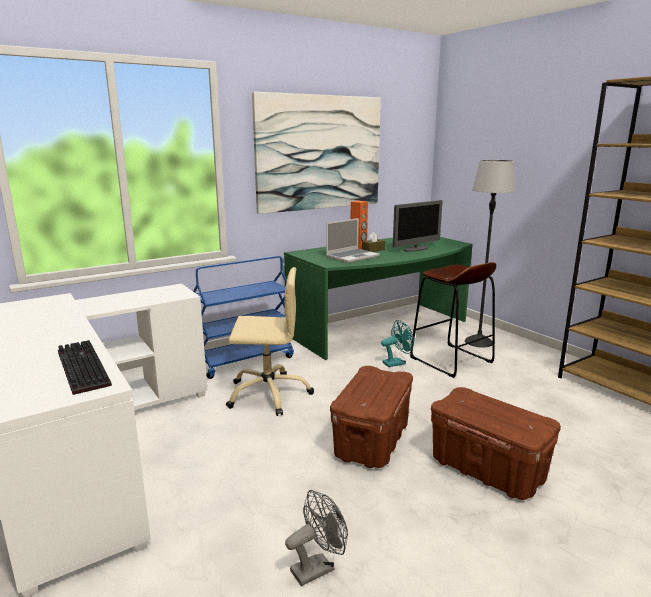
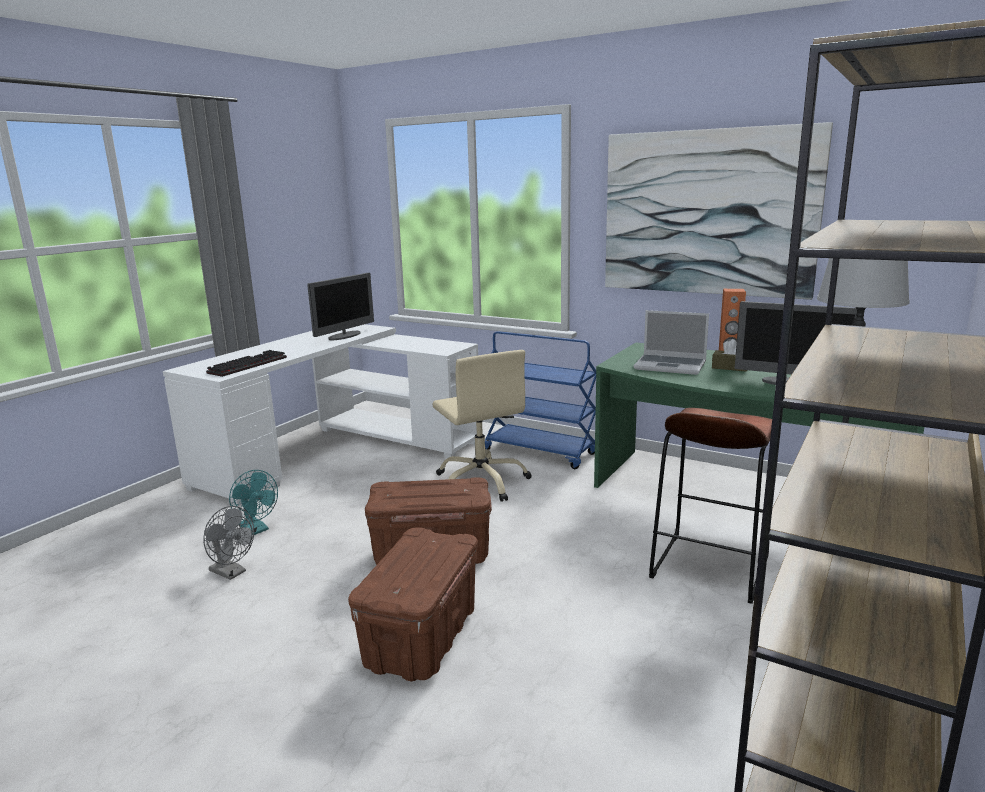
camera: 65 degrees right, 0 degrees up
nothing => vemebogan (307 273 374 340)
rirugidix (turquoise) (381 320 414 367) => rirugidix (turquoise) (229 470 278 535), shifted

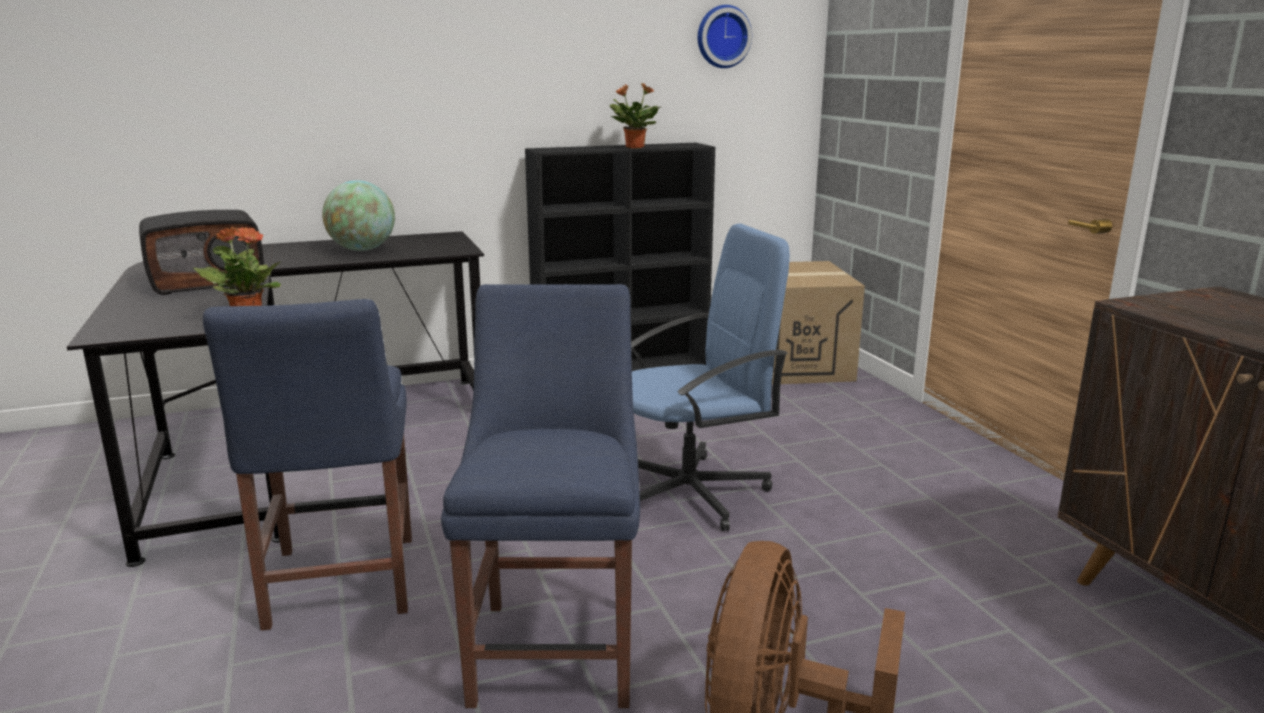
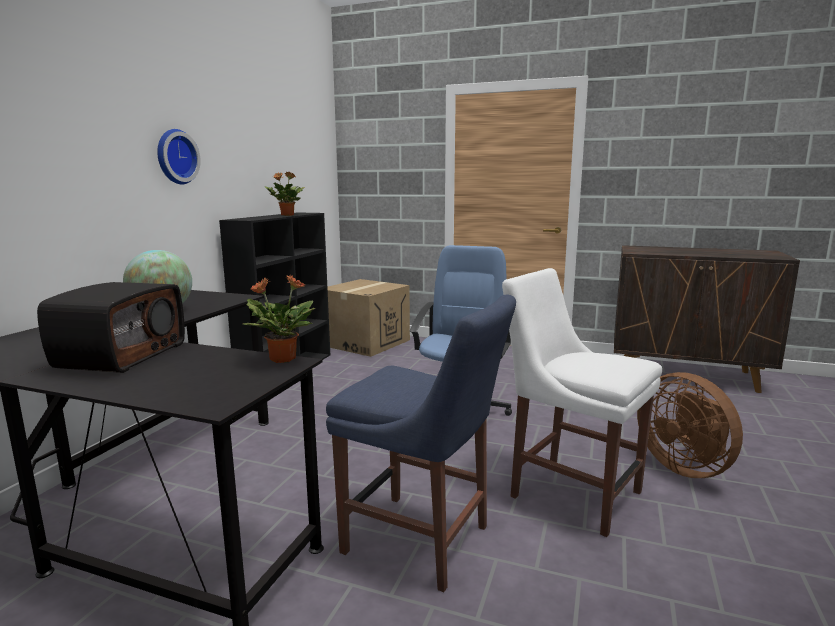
camera: 50 degrees left, 5 degrees down
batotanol (698 5 752 68) => batotanol (157 129 201 184), shifted
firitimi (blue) (441 284 640 708) => firitimi (white) (502 268 662 537)

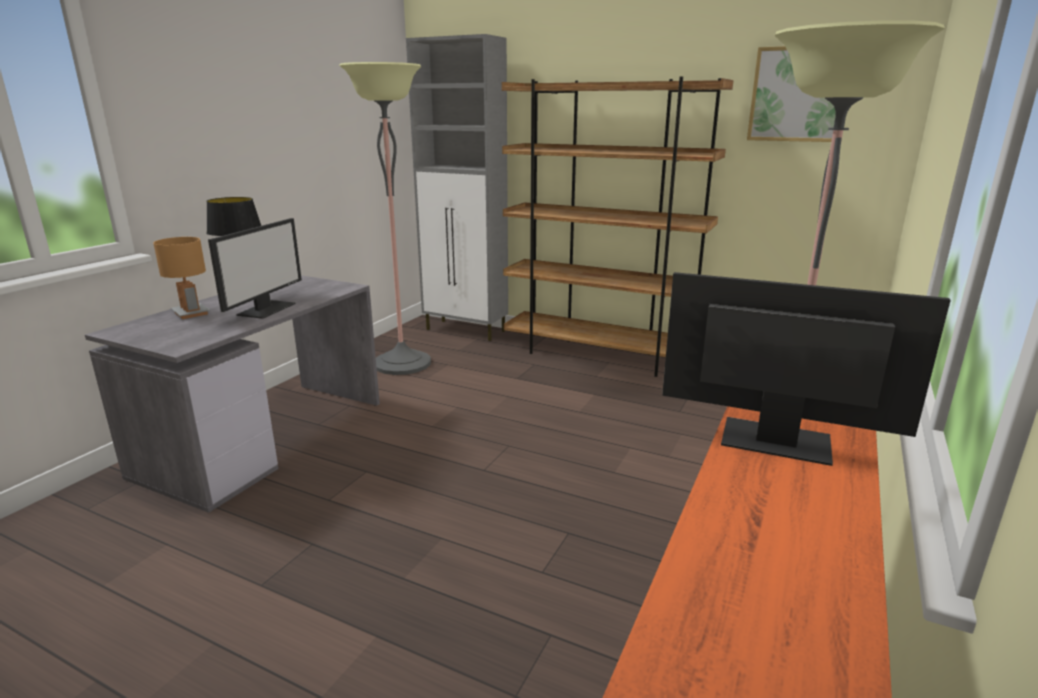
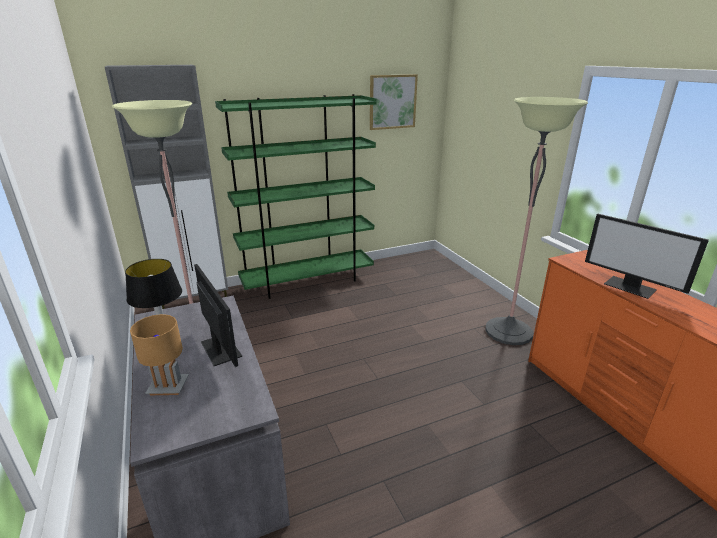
camera: 50 degrees left, 5 degrees up
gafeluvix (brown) (502 77 733 377) => gafeluvix (green) (215 94 377 299)
vemebogan (662 272 951 466) => vemebogan (585 214 709 299), 105 degrees counterclockwise

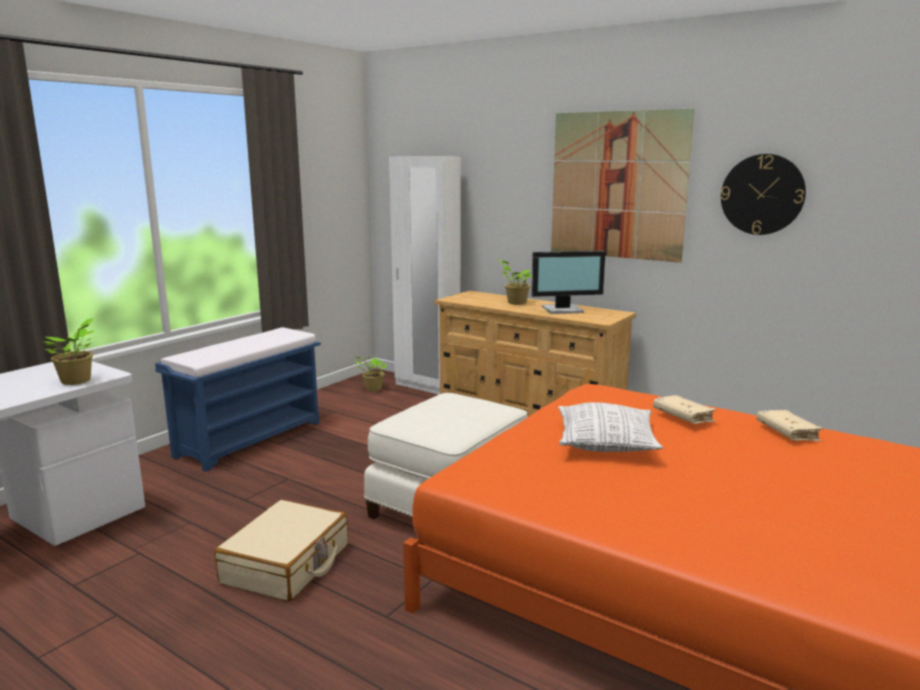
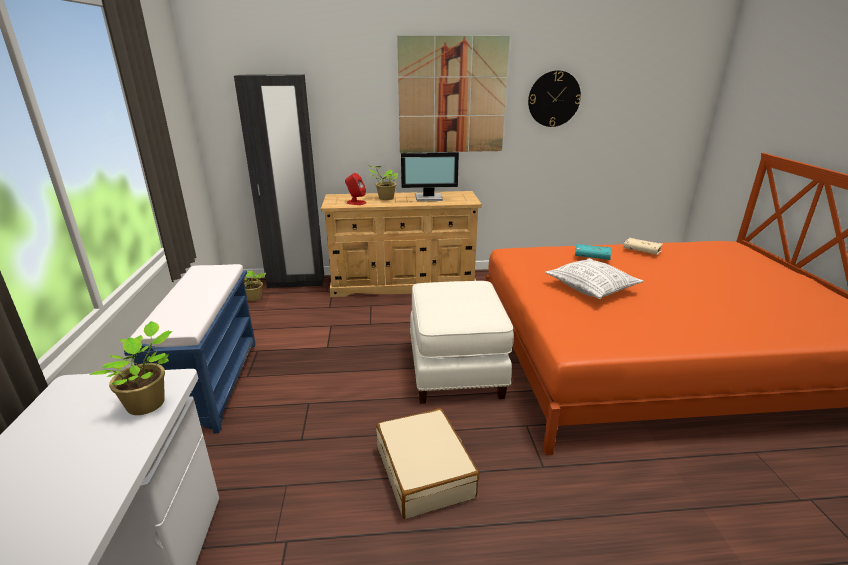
camera: 40 degrees left, 10 degrees up
nothing => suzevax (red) (345 173 366 205)
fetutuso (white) (389 156 461 394) => fetutuso (black) (234 74 325 288)
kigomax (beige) (653 395 716 424) => kigomax (turquoise) (575 244 612 260)
vemebogan (532 250 606 314) => vemebogan (401 152 459 202), 45 degrees clockwise

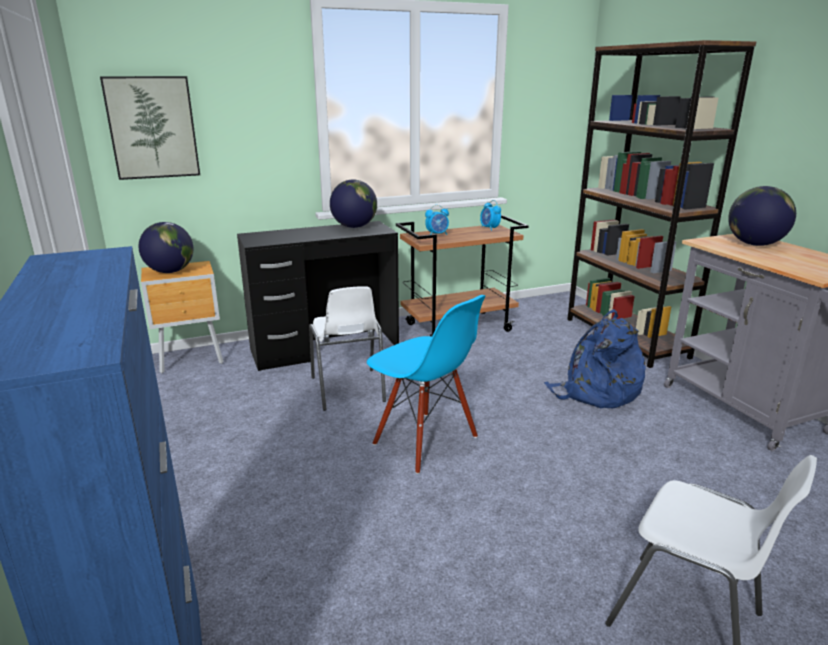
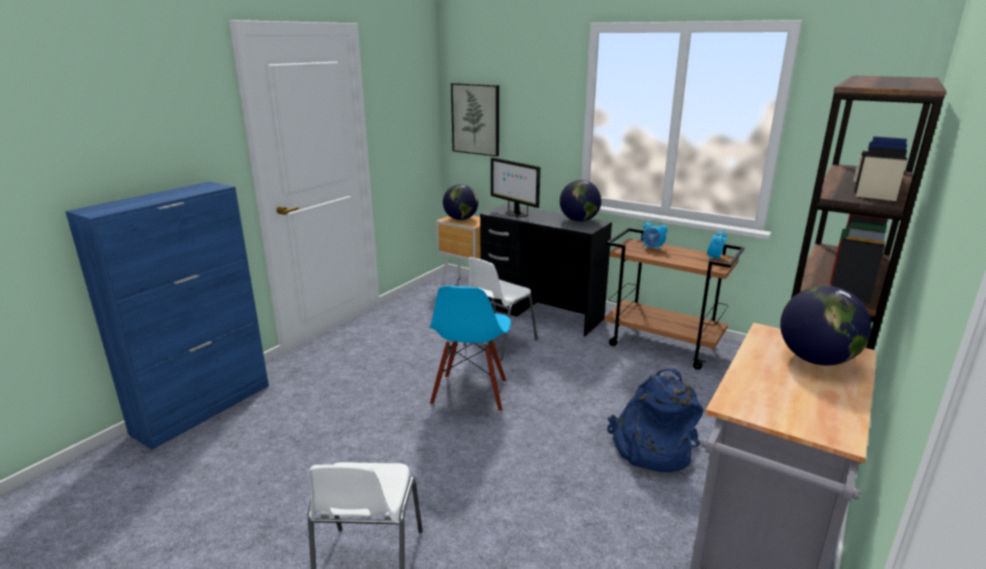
camera: 55 degrees right, 0 degrees up
nothing => vemebogan (491 157 540 217)

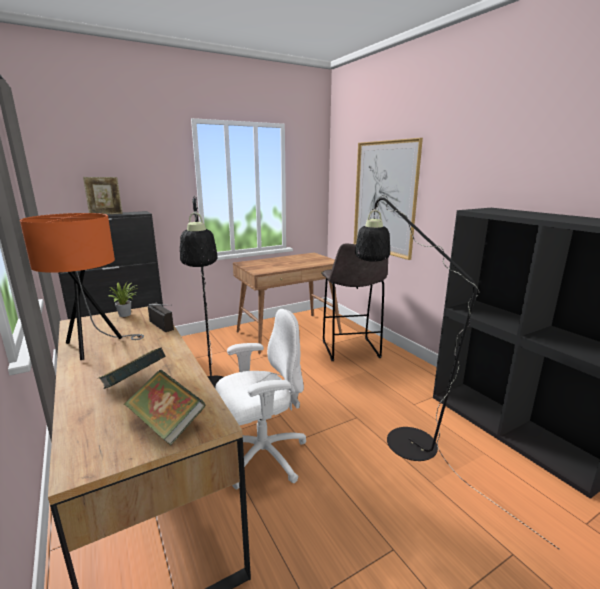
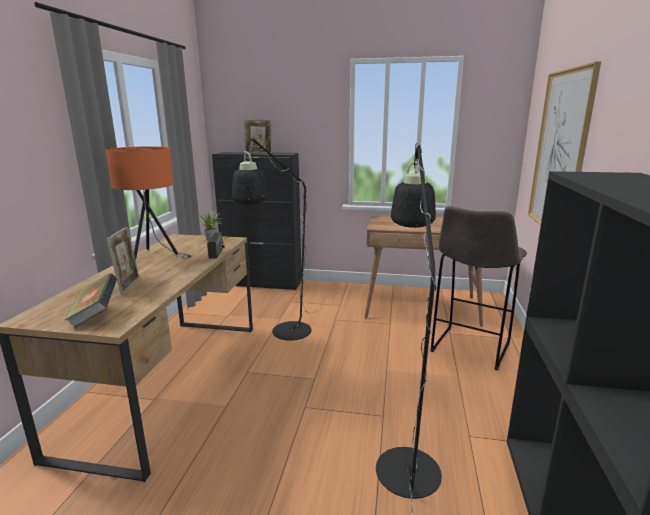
camera: 40 degrees right, 0 degrees up
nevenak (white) (215 309 306 489) => nothing
kigomax (99 348 166 389) => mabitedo (106 227 140 295)

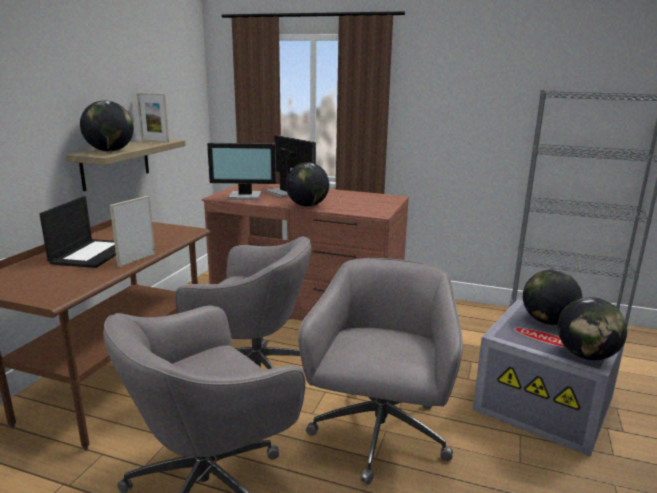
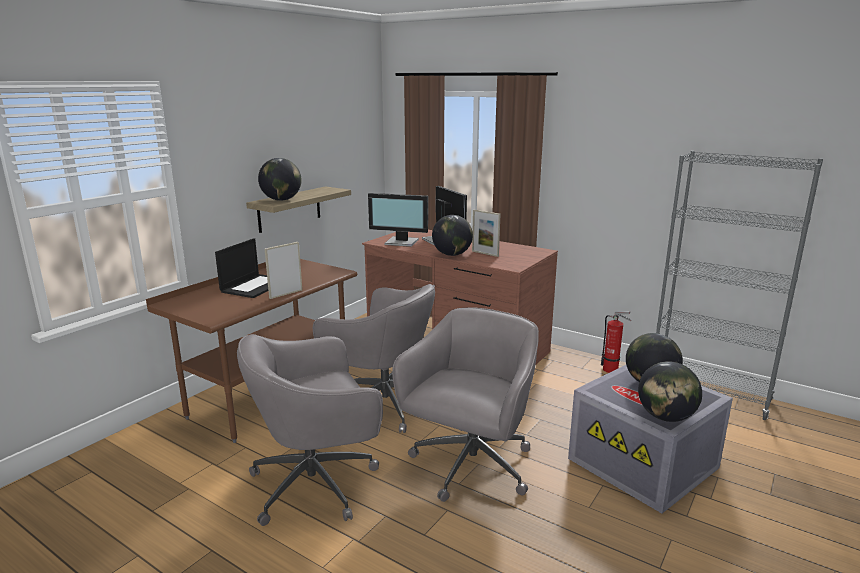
camera: 15 degrees right, 0 degrees up
nothing => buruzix (601 311 631 373)
mabitedo (137 93 169 143) => mabitedo (472 210 500 257), shifted

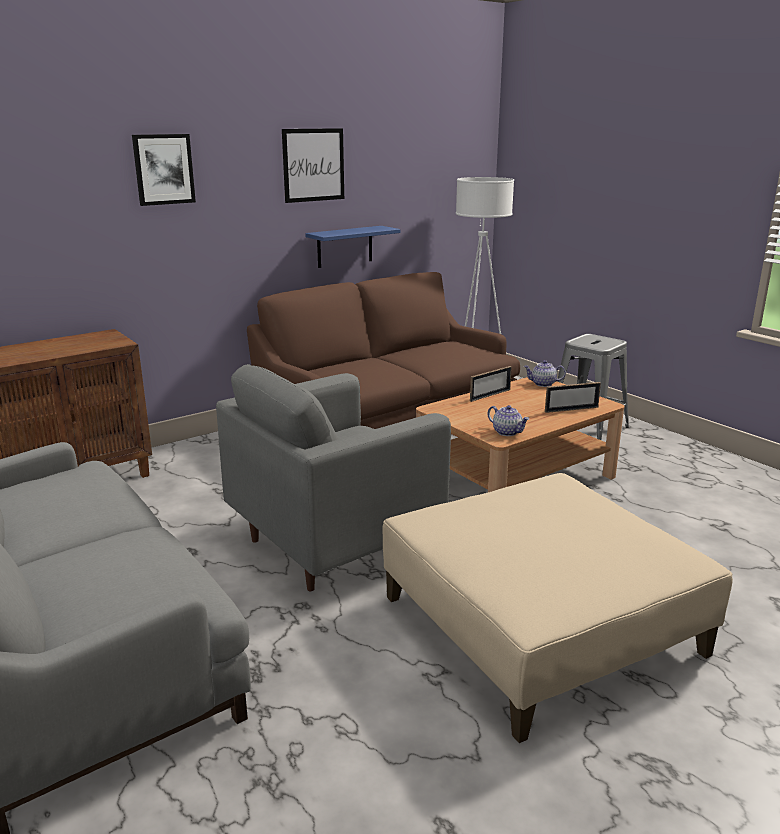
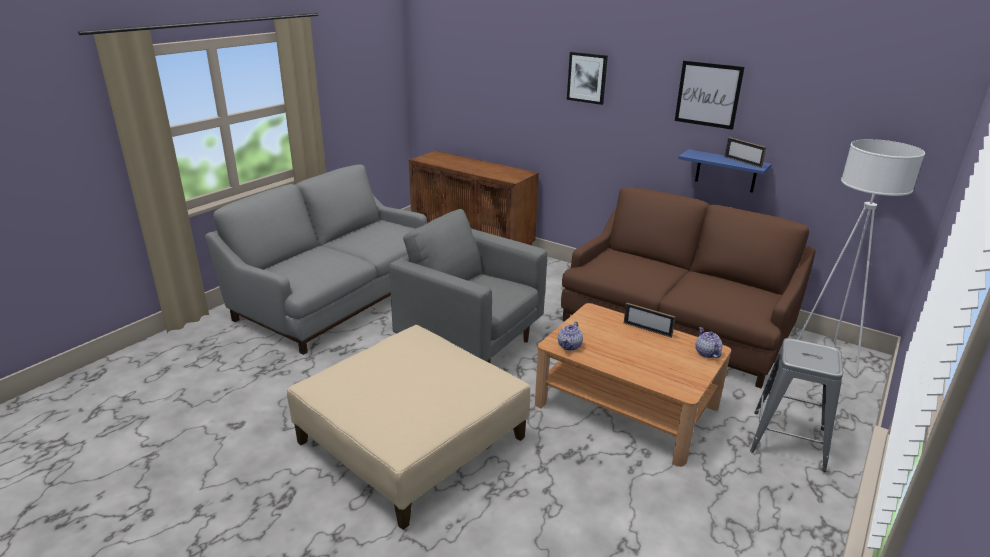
camera: 70 degrees right, 5 degrees up
mabitedo (545 382 601 413) => mabitedo (725 137 766 168), shifted

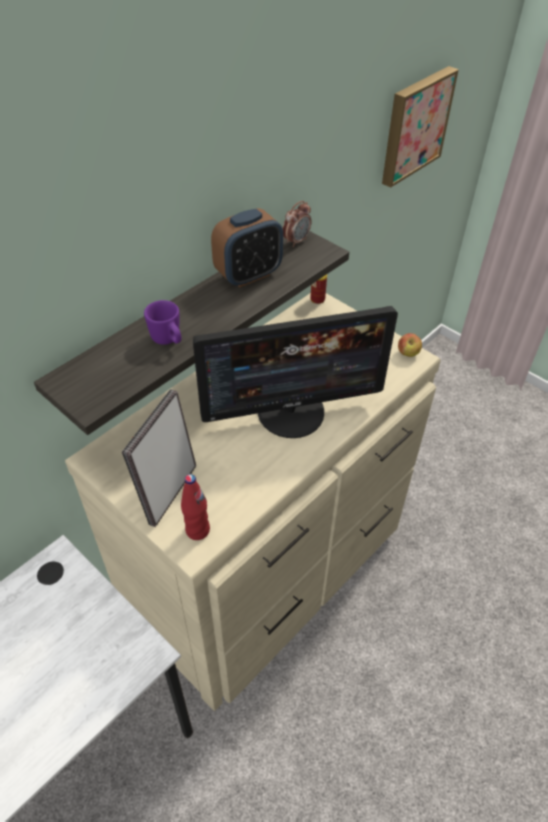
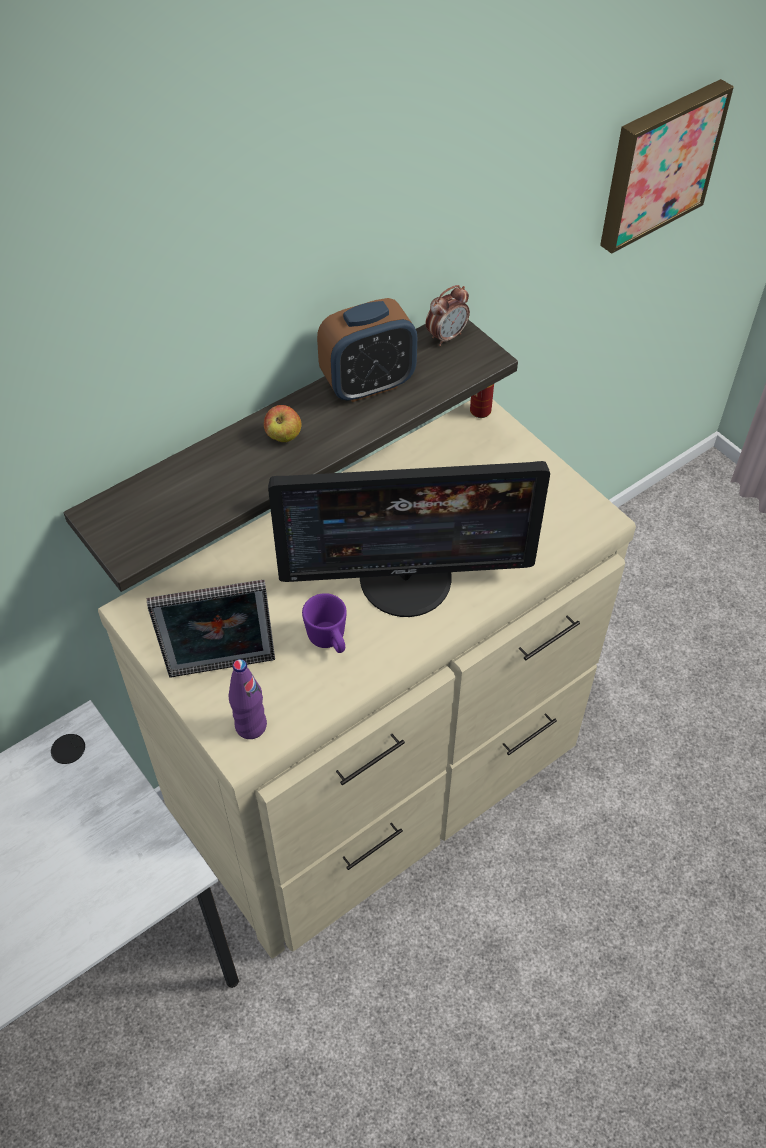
camera: 10 degrees right, 5 degrees up
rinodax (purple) (144 300 181 345) => rinodax (purple) (302 593 347 653), shifted
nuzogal (398 333 422 357) => nuzogal (264 405 302 442), shifted
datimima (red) (181 474 210 540) => datimima (purple) (229 659 267 739)
mabitedo (122 389 196 527) => mabitedo (146 580 275 678), 135 degrees counterclockwise

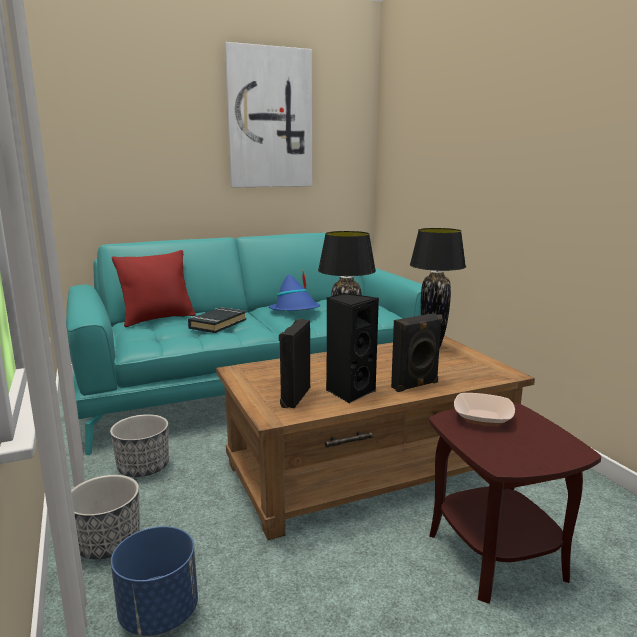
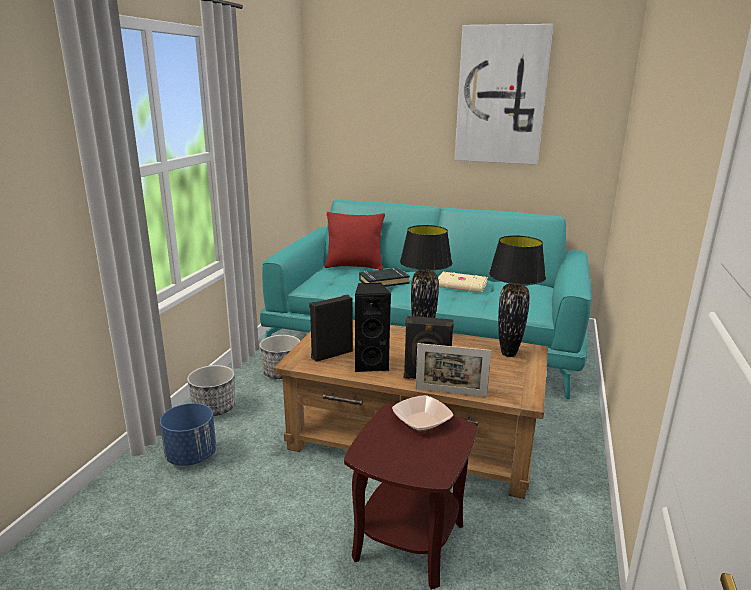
camera: 40 degrees right, 5 degrees up
nothing => mabitedo (415 343 491 397)
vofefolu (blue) (269 271 320 311) => kigomax (beige) (438 272 488 293)

